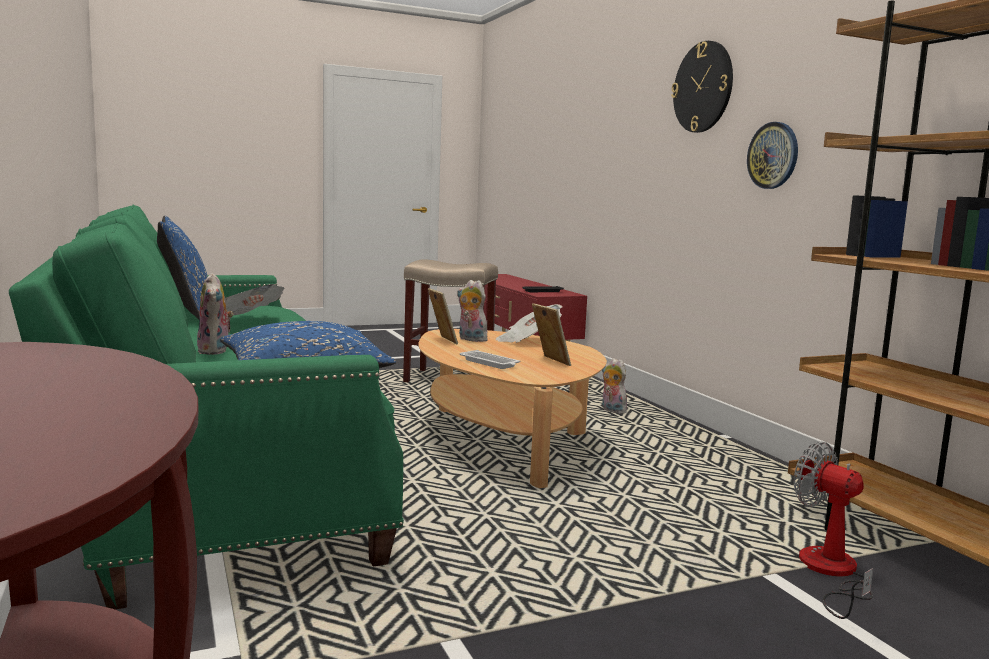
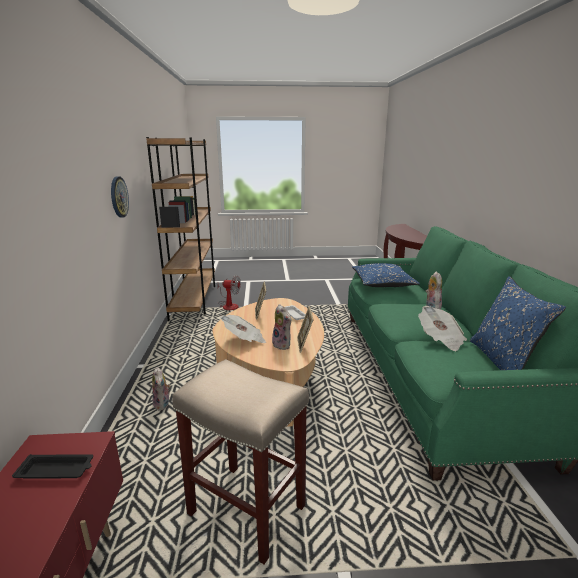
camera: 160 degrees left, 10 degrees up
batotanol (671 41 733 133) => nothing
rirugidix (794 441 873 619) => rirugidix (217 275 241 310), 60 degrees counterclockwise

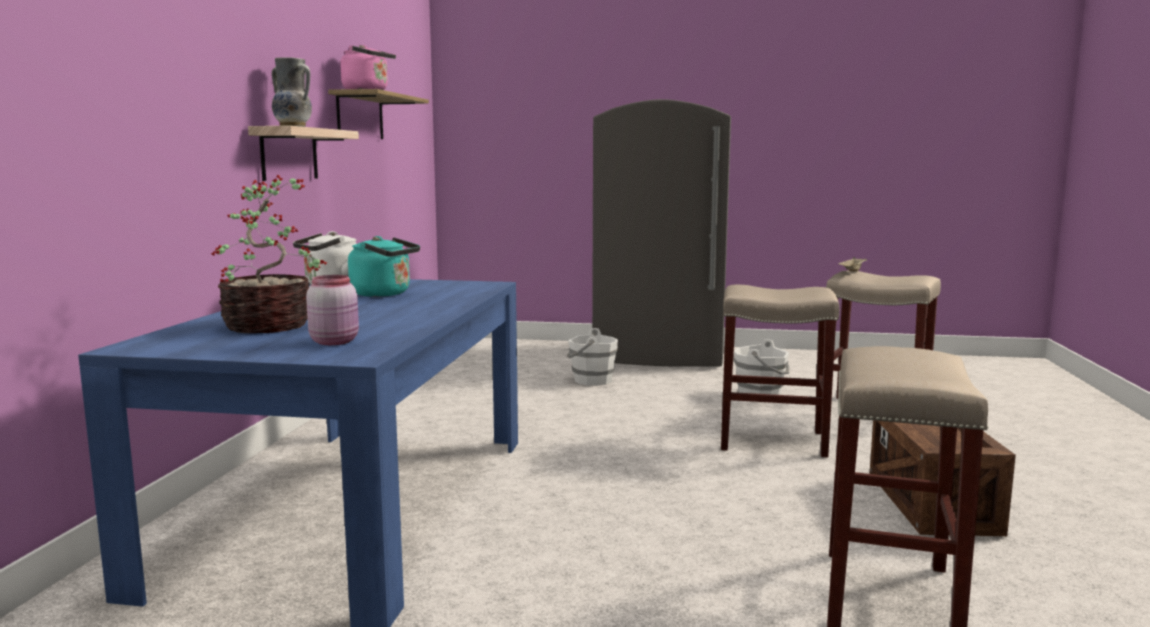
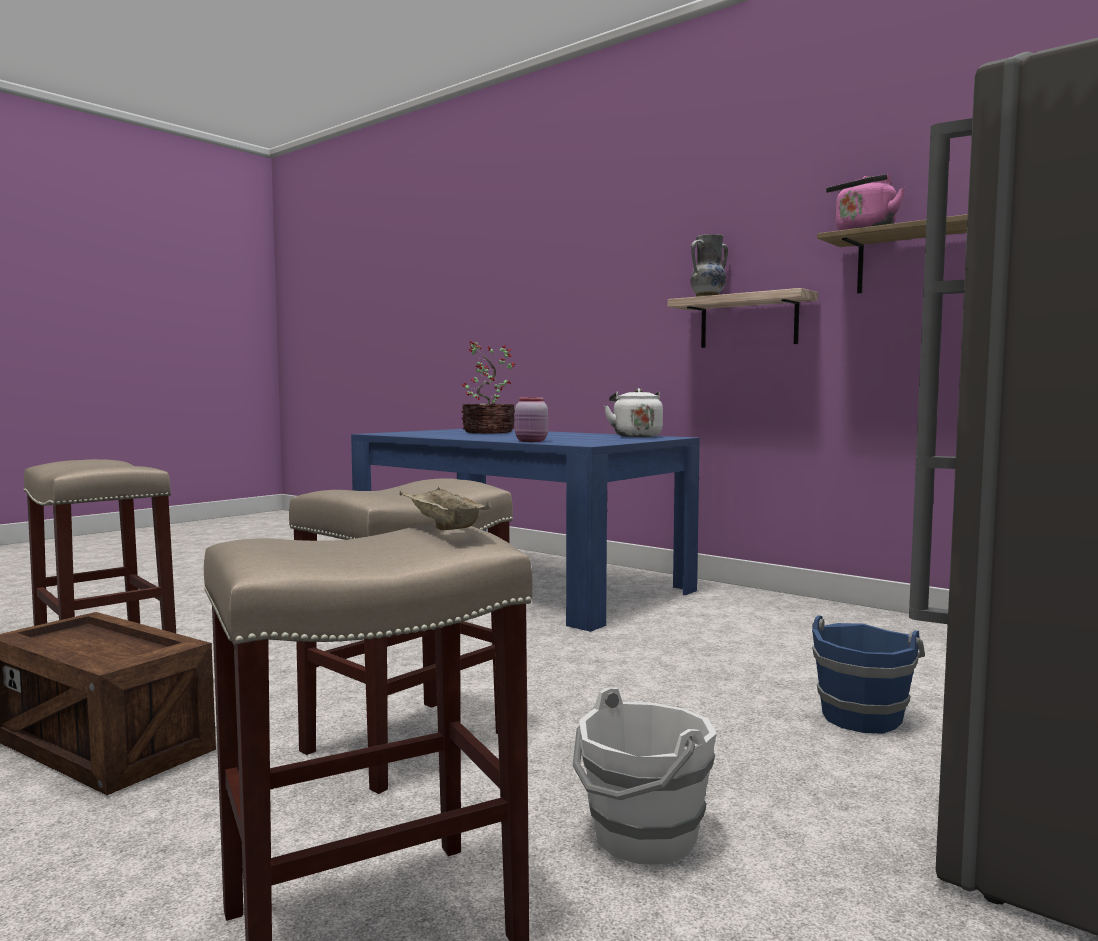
camera: 120 degrees right, 5 degrees down
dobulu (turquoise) (348 236 420 297) => nothing
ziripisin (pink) (306 275 359 345) => ziripisin (pink) (515 397 548 442), shifted
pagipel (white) (567 328 618 386) => pagipel (blue) (812 615 925 734)

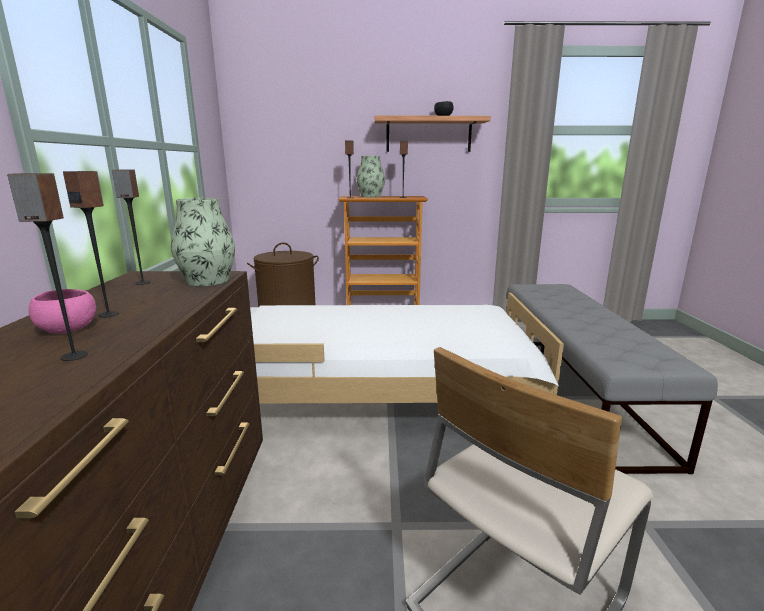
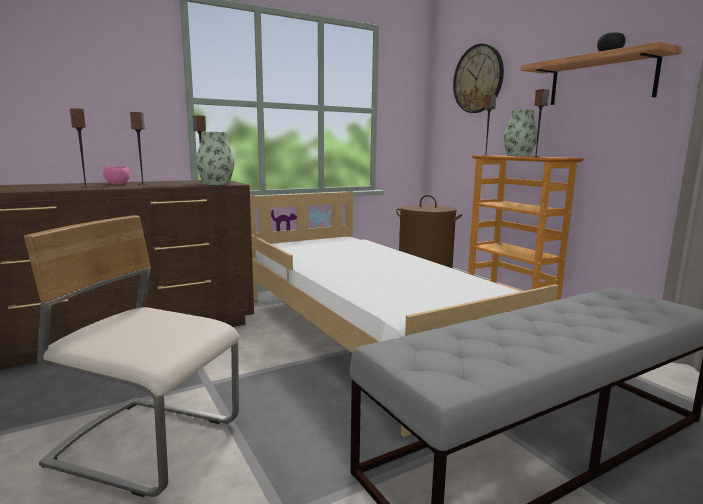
camera: 60 degrees right, 5 degrees down
nothing => batotanol (453 44 504 113)

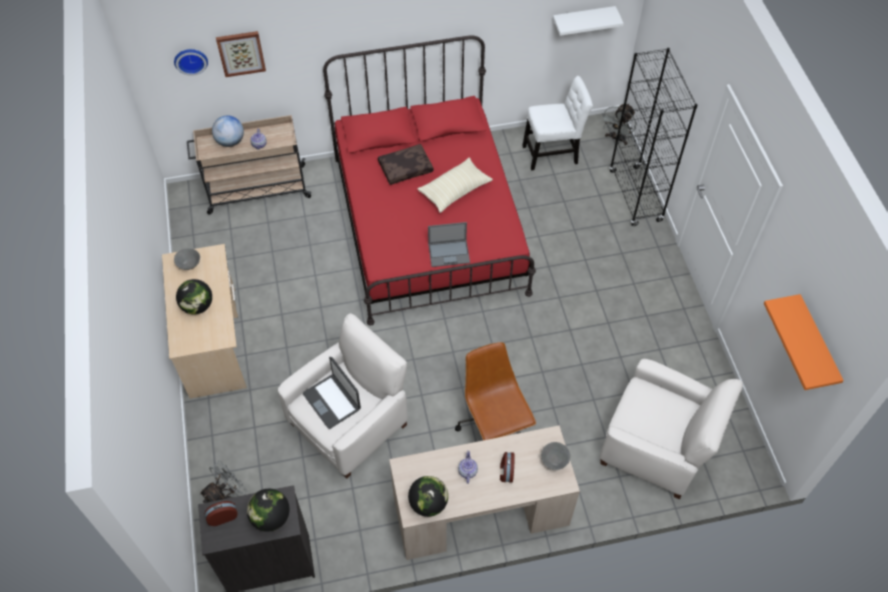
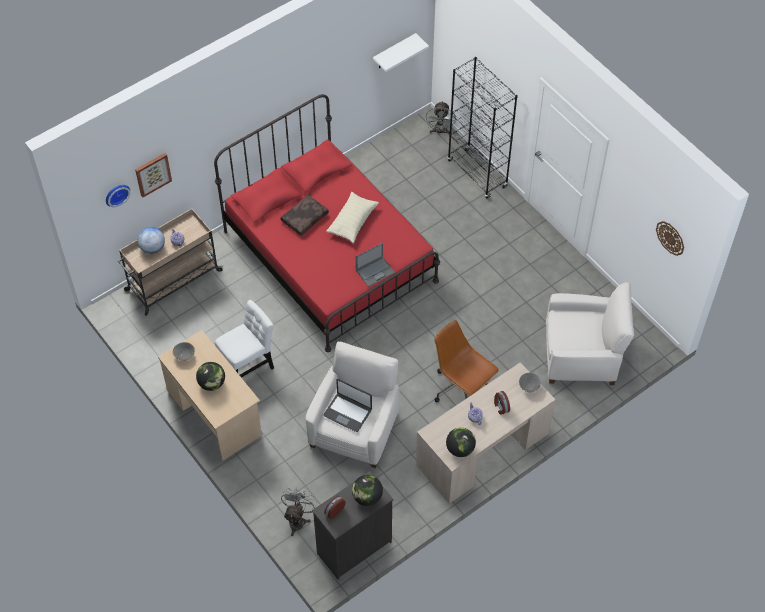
camera: 25 degrees left, 0 degrees up
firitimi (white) (522 76 593 171) => firitimi (white) (215 300 274 378), shifted
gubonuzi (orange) (764 294 844 390) => batotanol (656 221 684 256)

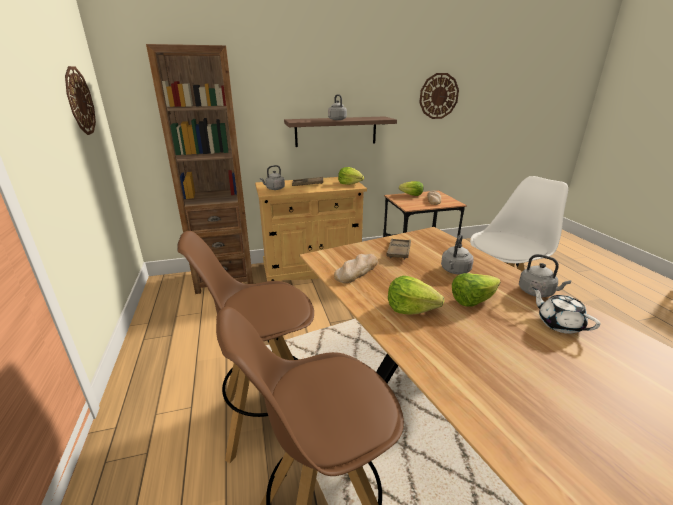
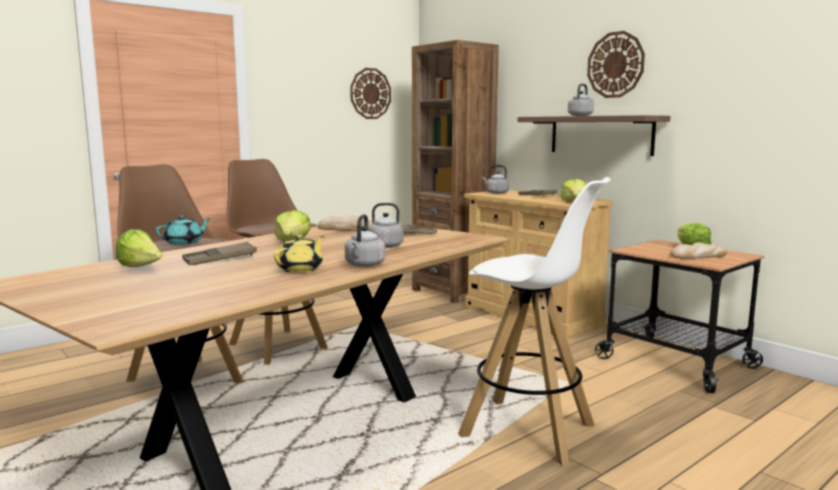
camera: 65 degrees right, 15 degrees down
nothing => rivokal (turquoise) (155 215 211 245)
nothing => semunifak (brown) (182 242 257 265)
batotanol (419 73 459 119) => batotanol (587 31 645 98), shifted
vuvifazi (452 273 501 307) => vuvifazi (116 229 162 267), shifted
rivokal (white) (532 287 601 334) => rivokal (yellow) (274 234 324 273)

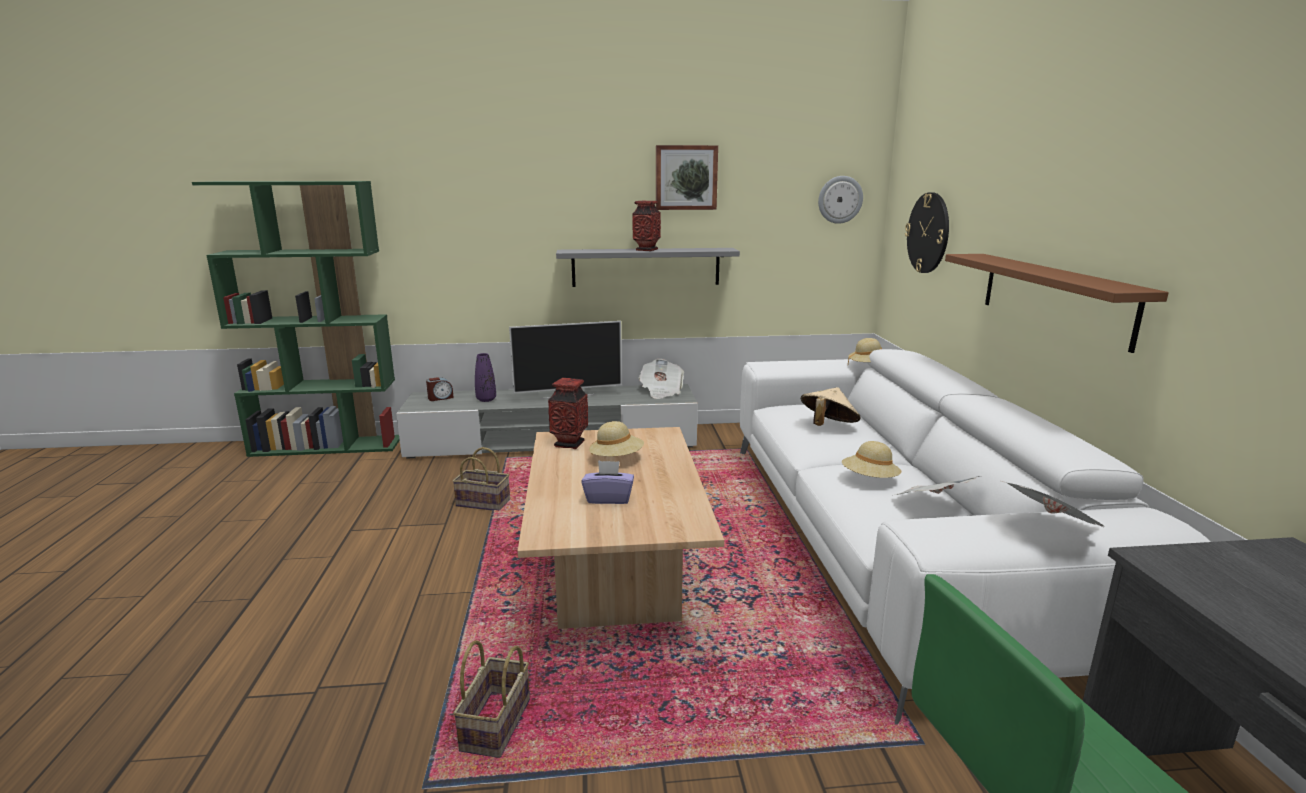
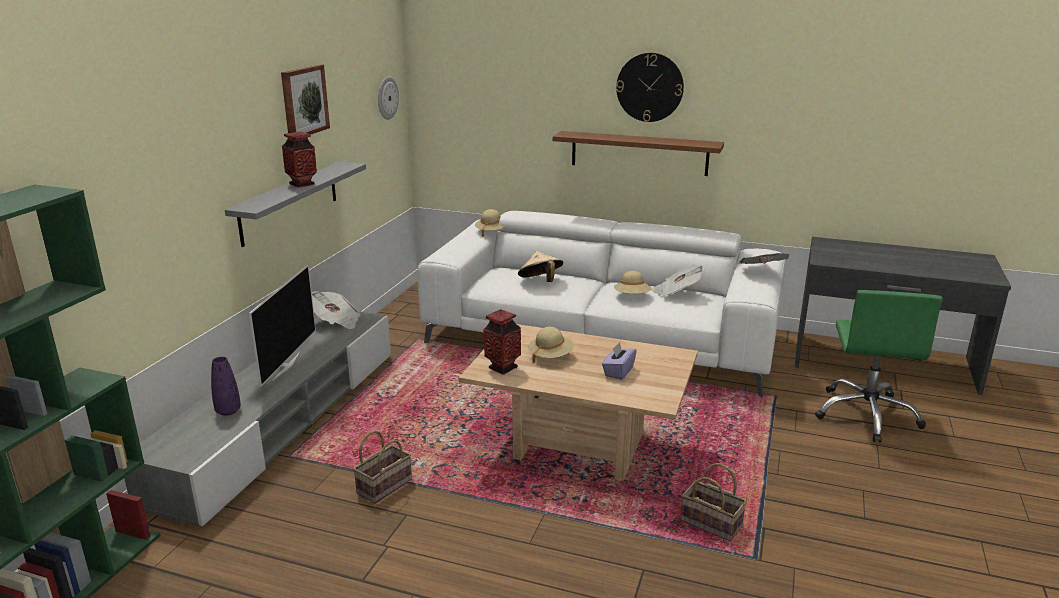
camera: 65 degrees left, 5 degrees up
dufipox (426 377 454 401) => nothing
batotanol (905 192 949 273) => batotanol (616 53 684 122), shifted

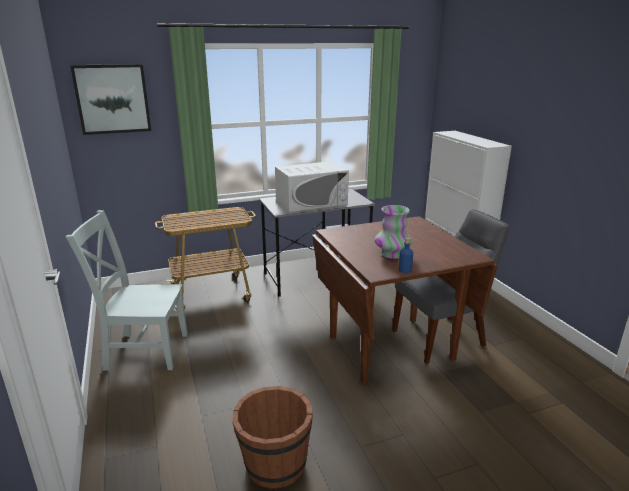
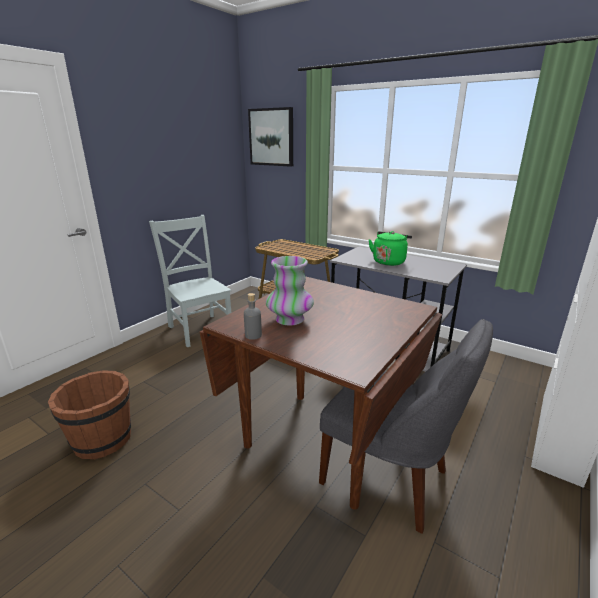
camera: 55 degrees right, 0 degrees up
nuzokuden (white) (275 161 349 212) => dobulu (green) (369 231 412 266)
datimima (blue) (399 238 413 273) => datimima (grey) (244 293 262 340)

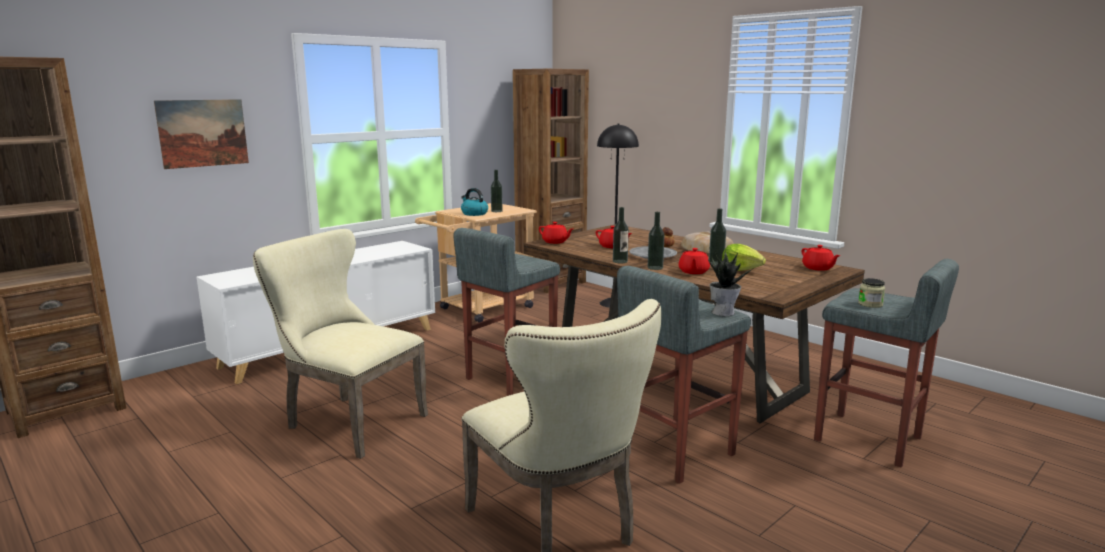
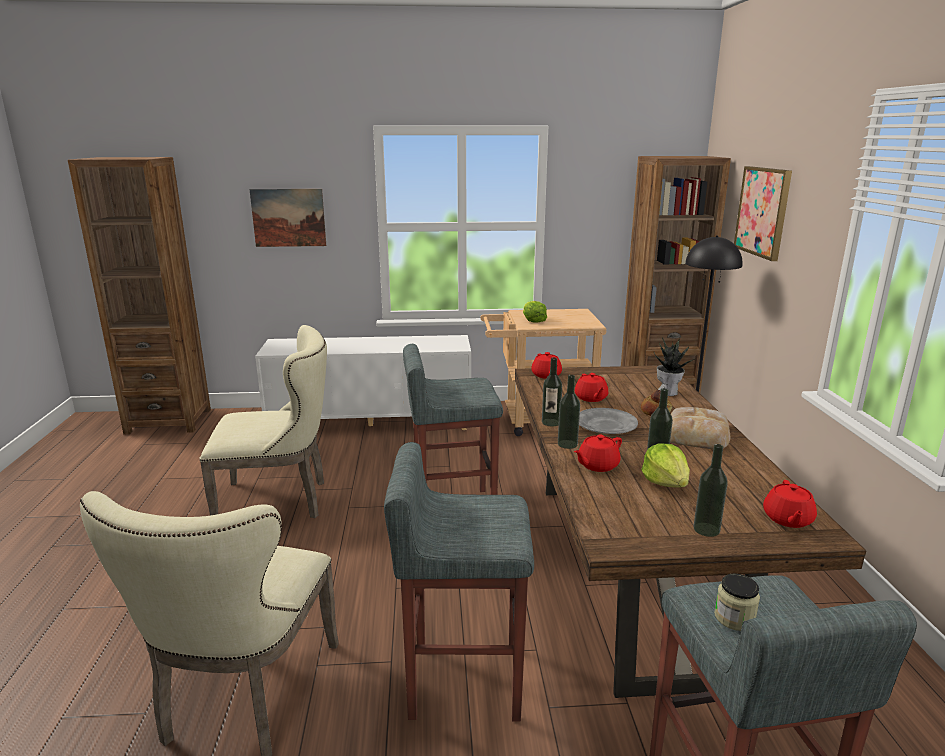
camera: 40 degrees right, 5 degrees up
nothing => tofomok (734 166 792 261)
datimima (491 170 503 212) => datimima (693 444 728 537), shifted
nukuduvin (708 249 754 316) => nukuduvin (654 338 696 396), shifted
dobulu (461 188 488 216) => vuvifazi (523 301 547 323)
firitimi (beige) (253 229 428 459) => firitimi (beige) (199 325 327 518), 105 degrees clockwise

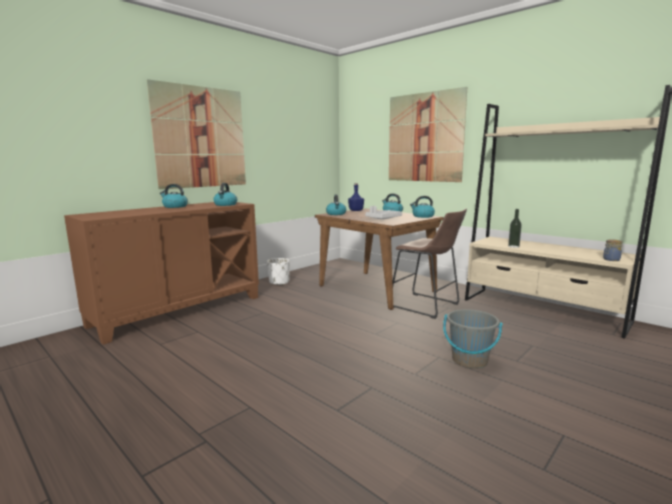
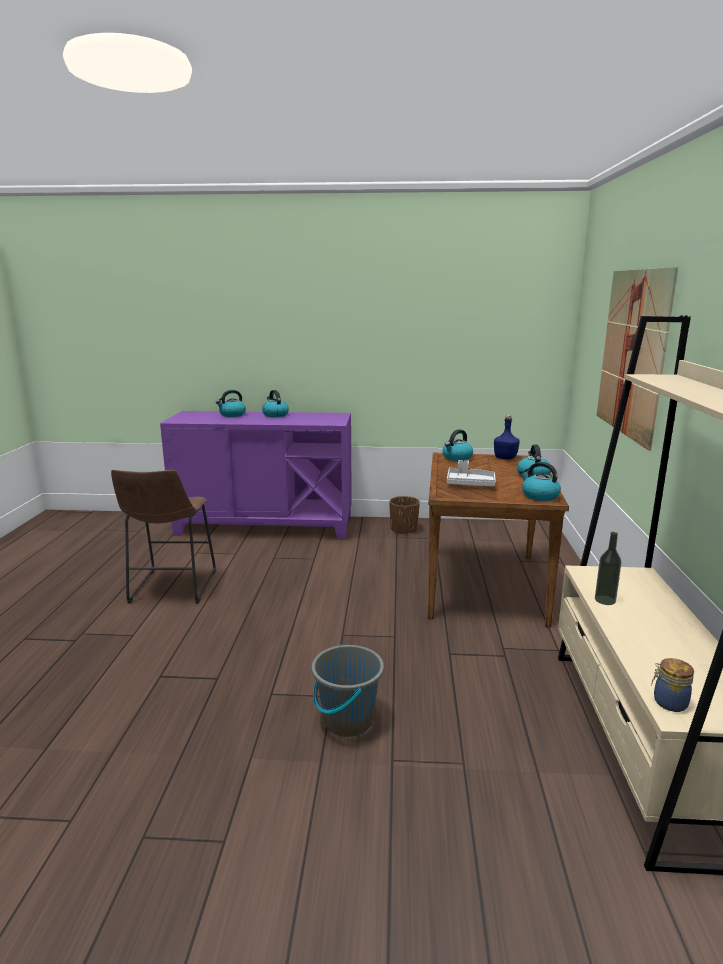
camera: 50 degrees right, 5 degrees up
tofomok (147 79 246 189) => nothing
dobulu (213 183 237 206) => dobulu (216 390 246 417), shifted
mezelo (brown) (393 209 467 319) => mezelo (brown) (111 470 216 604), shifted
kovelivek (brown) (64 202 259 345) => kovelivek (purple) (160 411 352 540)
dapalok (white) (267 258 290 285) => dapalok (brown) (389 496 420 534)

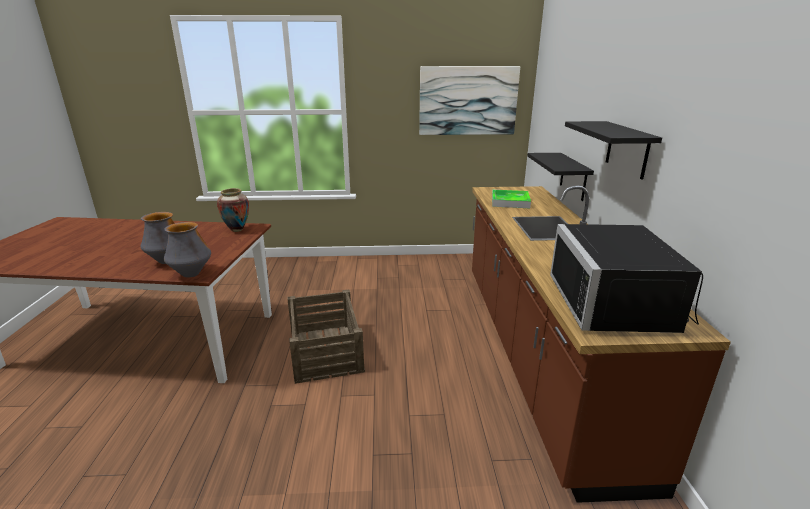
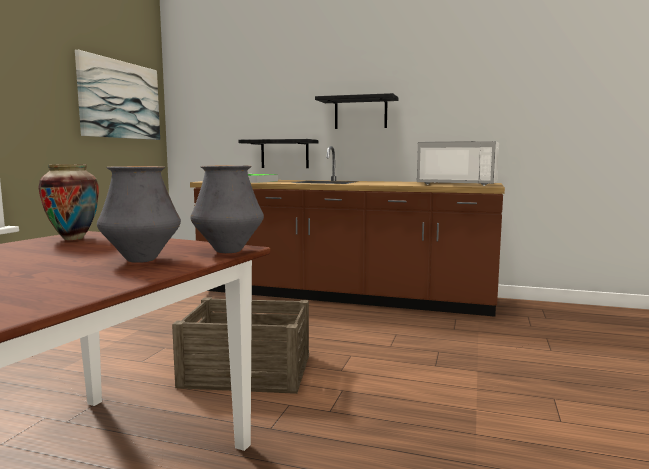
camera: 70 degrees left, 15 degrees down
nuzokuden (black) (550 224 703 333) => nuzokuden (white) (417 141 499 186)

